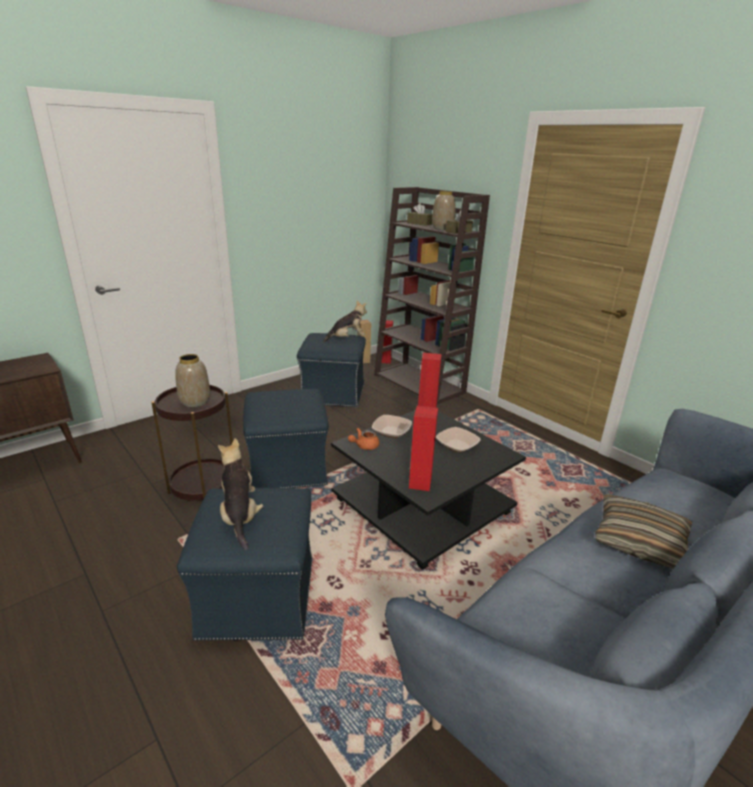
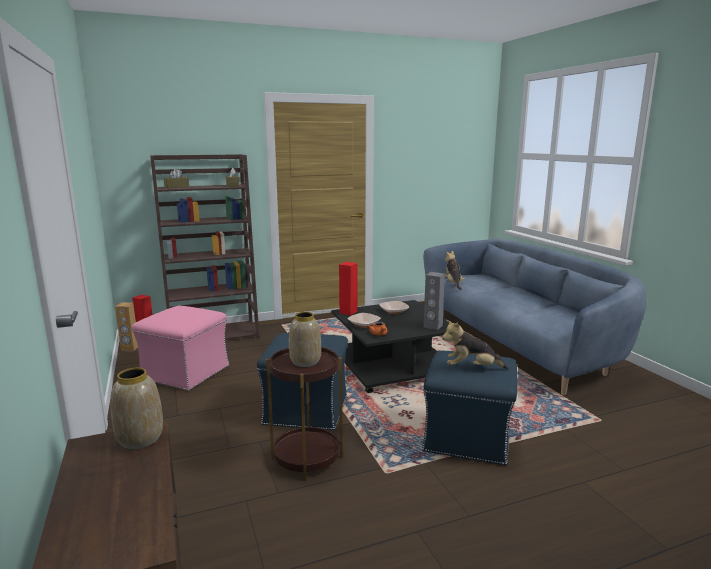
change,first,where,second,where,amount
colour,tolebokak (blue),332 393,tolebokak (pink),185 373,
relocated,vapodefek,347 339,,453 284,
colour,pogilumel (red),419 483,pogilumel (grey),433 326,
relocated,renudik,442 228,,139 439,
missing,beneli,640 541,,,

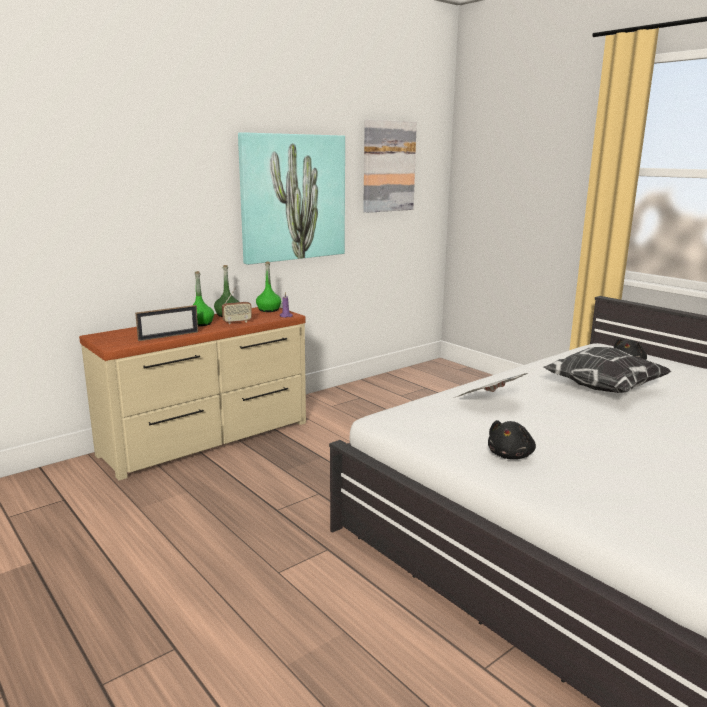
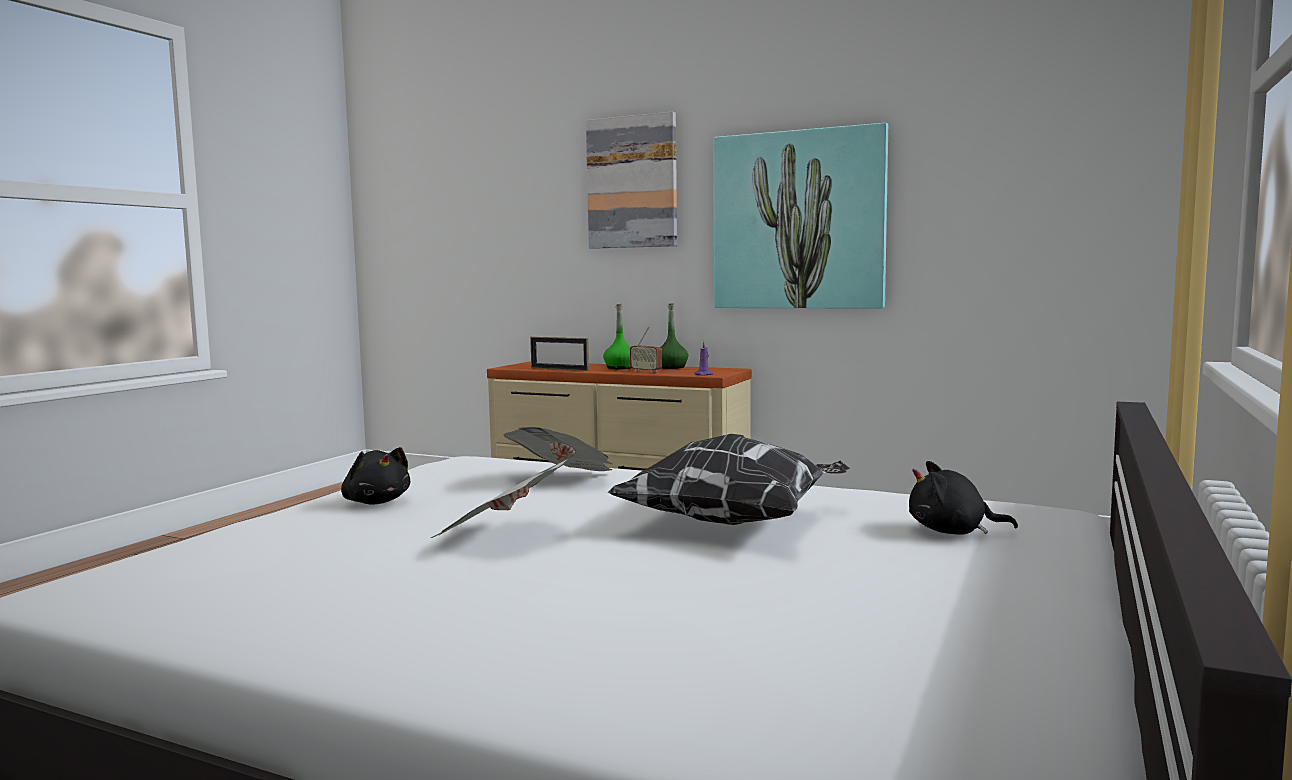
change,first,where,second,where,amount
missing,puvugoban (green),269 310,,,
relocated,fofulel,388 166,,632 182,
spun,vapodefek (black),510 455,,376 502,135 degrees counterclockwise
appeared,,,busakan,500 536,

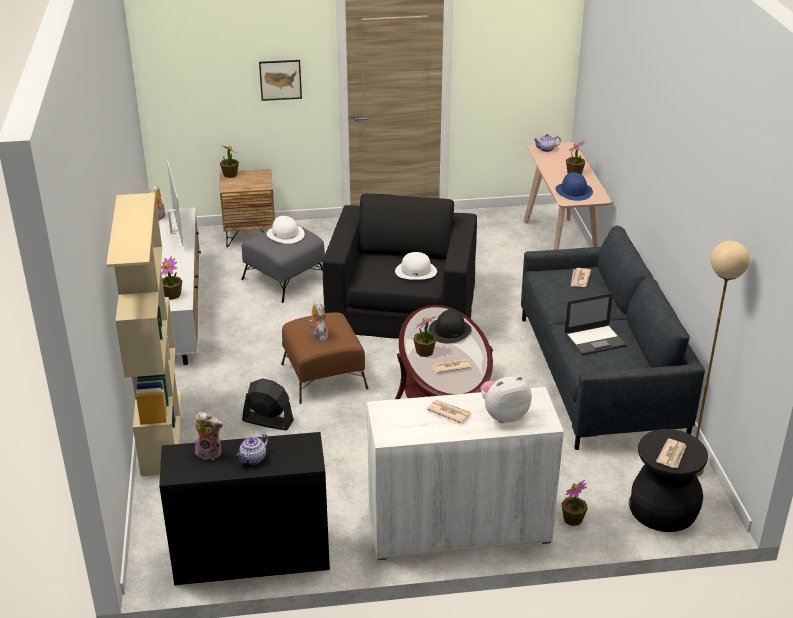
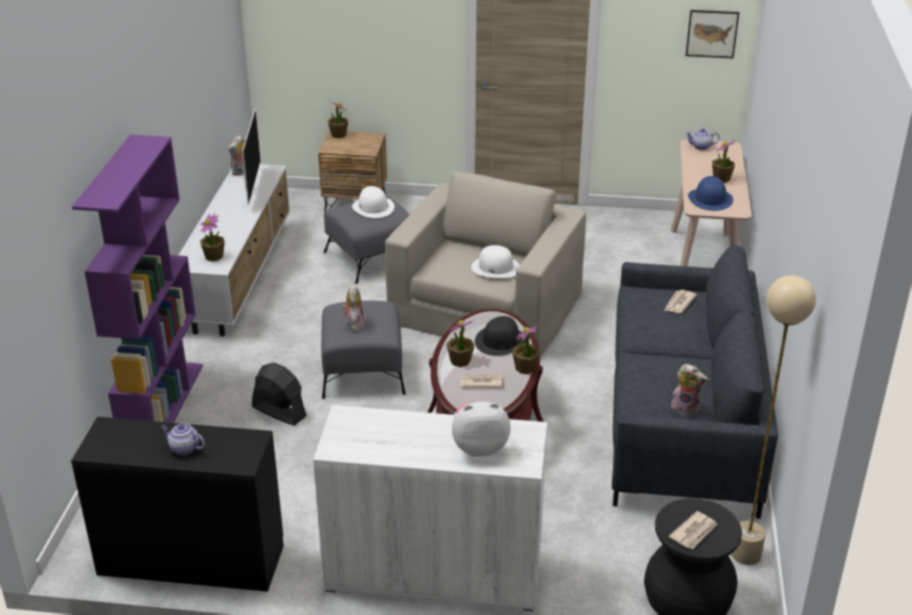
change,first,where,second,where,amount
colour,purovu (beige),161 432,purovu (purple),162 404,
relocated,vapodefek,210 452,,686 408,
spun,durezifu,253 459,,183 448,60 degrees clockwise
relocated,fofulel,280 80,,712 33,
colour,tolebokak (brown),323 376,tolebokak (grey),362 372,
colour,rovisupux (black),402 305,rovisupux (beige),486 306,
missing,busakan,449 412,,,
relocated,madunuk,573 519,,525 368,
missing,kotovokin,595 340,,,

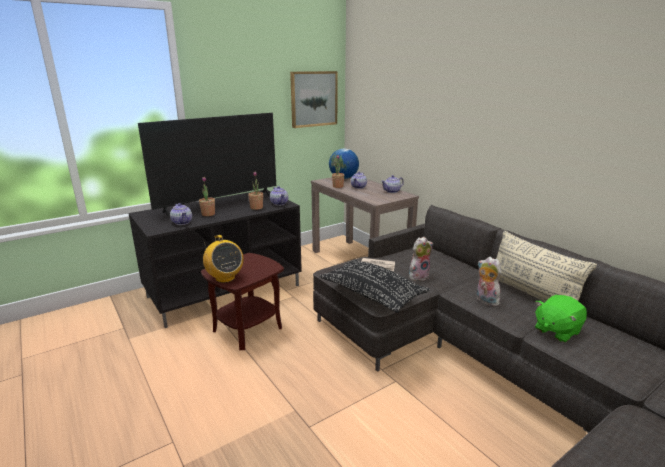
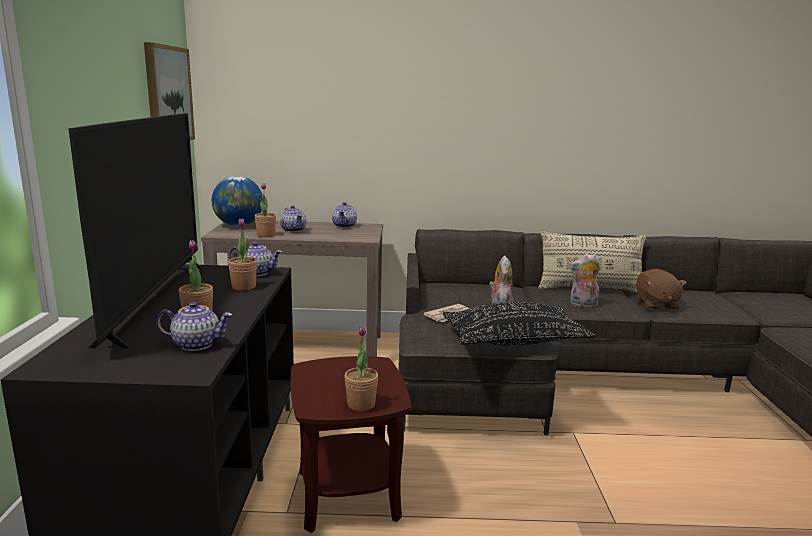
change,first,where,second,where,amount
exchanged,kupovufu,225 278,madunuk,361 404,
colour,vapodefek (green),556 330,vapodefek (brown),655 305,

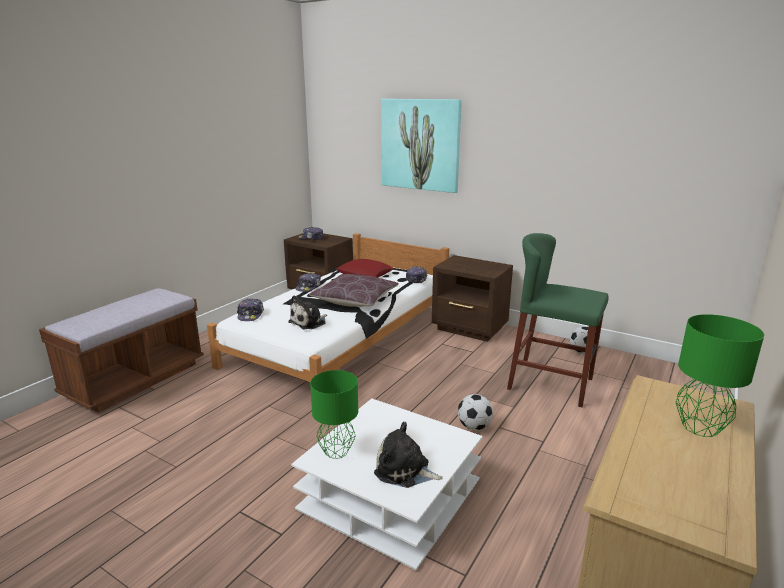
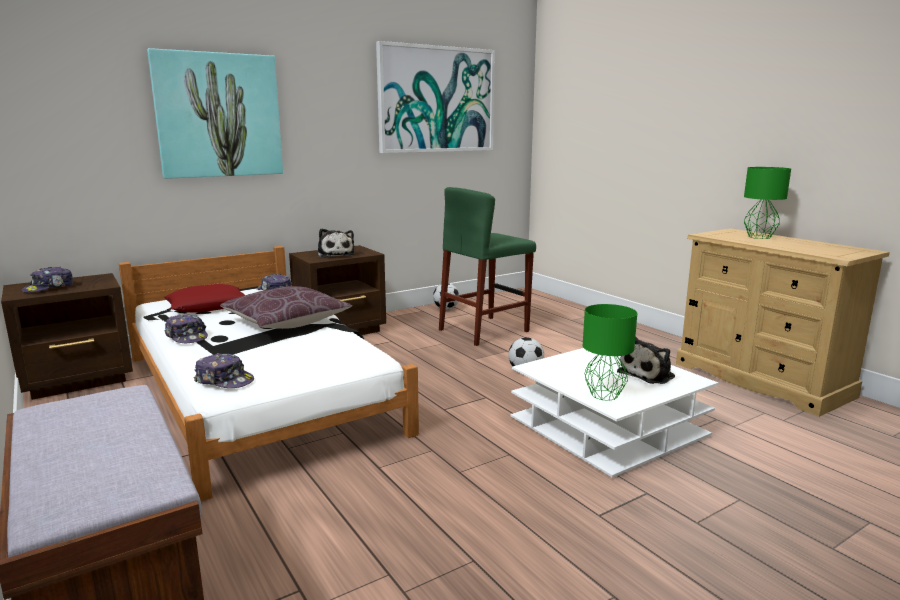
change,first,where,second,where,amount
relocated,vapodefek,309 322,,335 254,
appeared,,,fofulel,437 100,

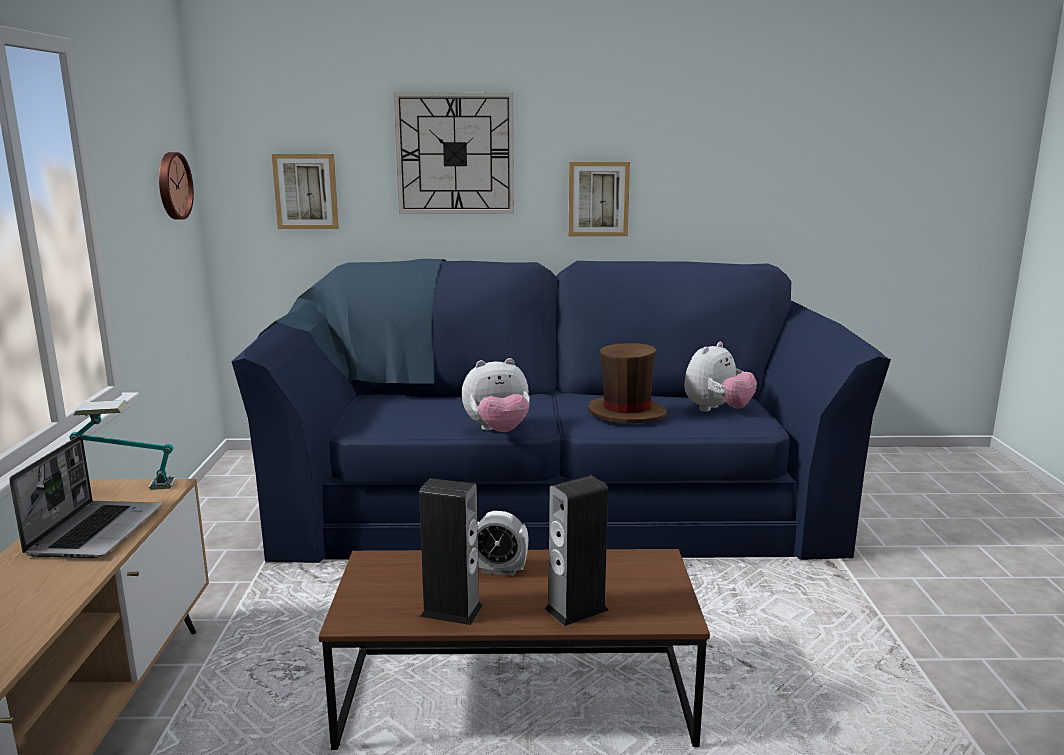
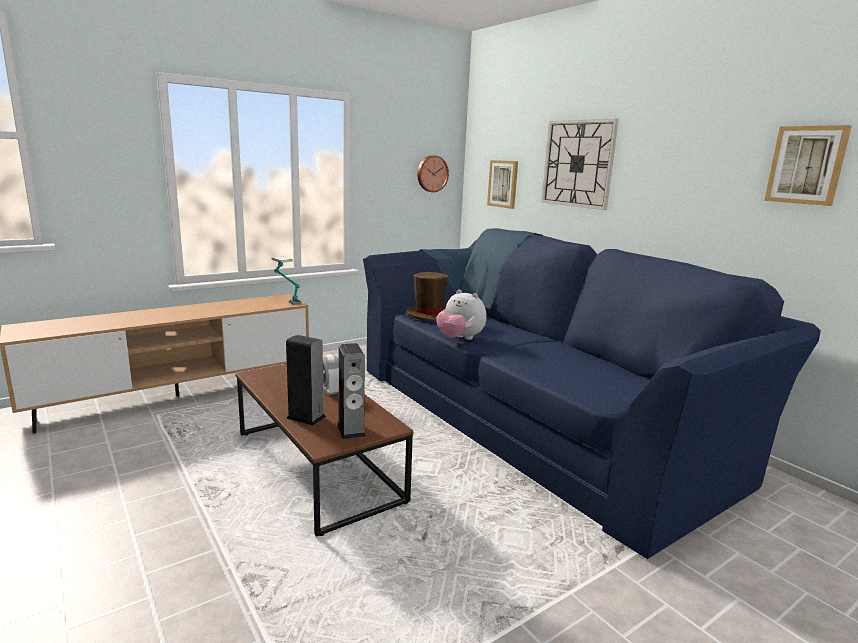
change,first,where,second,where,amount
missing,kotovokin,96 531,,,
relocated,pogilumel,451 611,,351 430,
relocated,fofulel,598 199,,806 165,
relocated,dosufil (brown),626 413,,430 315,
missing,vapodefek,717 410,,,

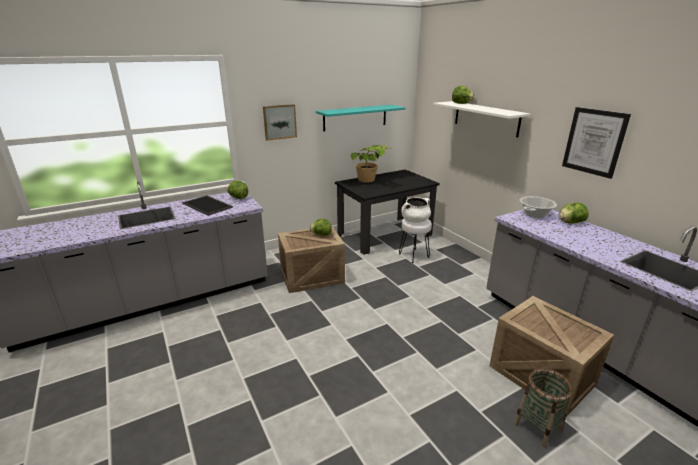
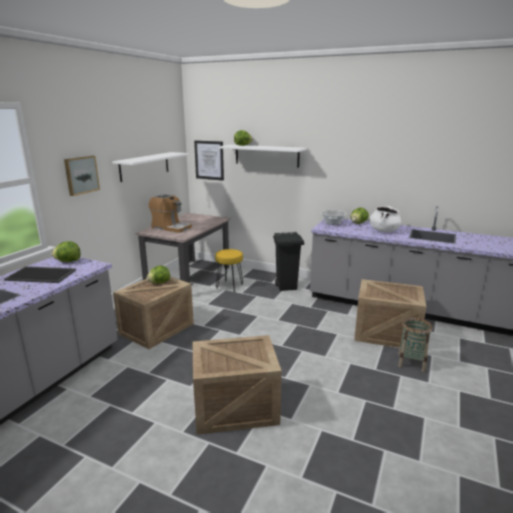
change,first,where,second,where,amount
colour,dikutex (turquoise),355 117,dikutex (white),144 166,
colour,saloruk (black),384 235,saloruk (beige),188 277,
exchanged,madunuk,369 182,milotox,170 227,
colour,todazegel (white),413 255,todazegel (yellow),230 286,
relocated,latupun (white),415 220,,384 230,
relocated,fofulel,594 142,,209 160,
appeared,,,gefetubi,234 408,
appeared,,,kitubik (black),287 287,

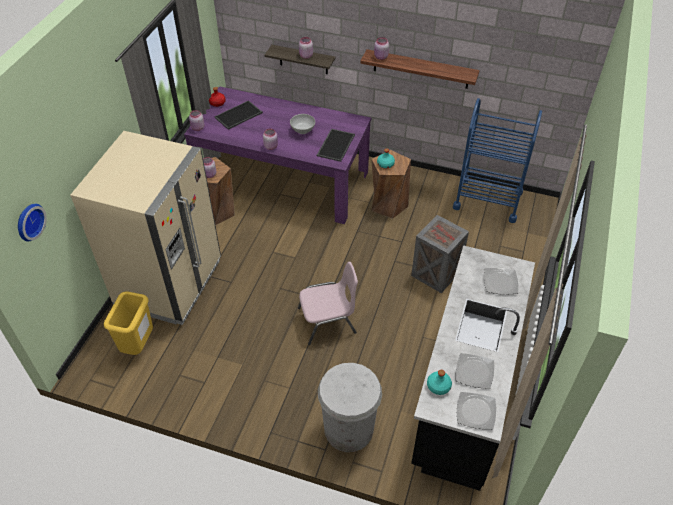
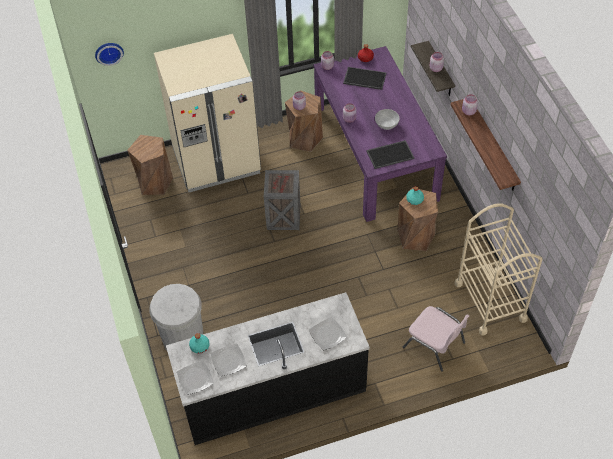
change,first,where,second,where,amount
exchanged,kitubik (yellow),139 345,todazegel (brown),154 182,
relocated,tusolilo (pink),328 321,,435 345,
relocated,gefetubi,435 272,,284 216,
colour,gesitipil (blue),487 200,gesitipil (beige),490 301,

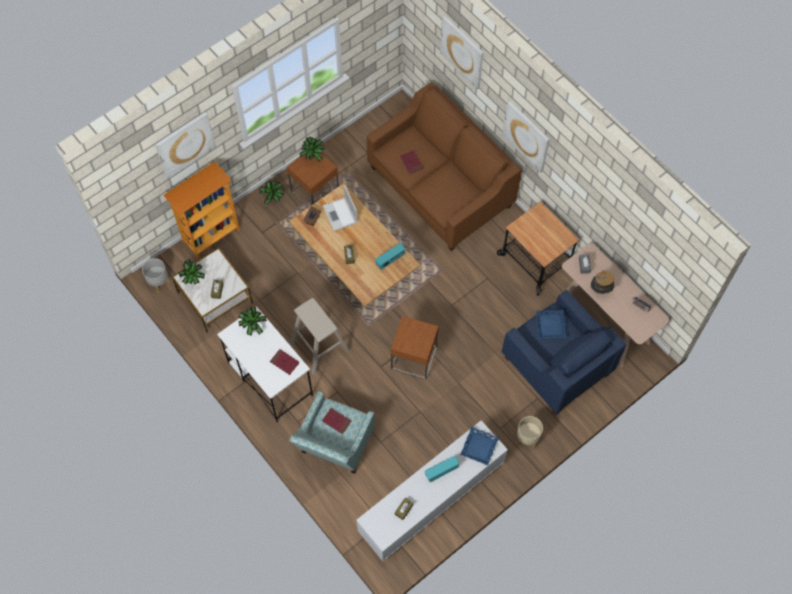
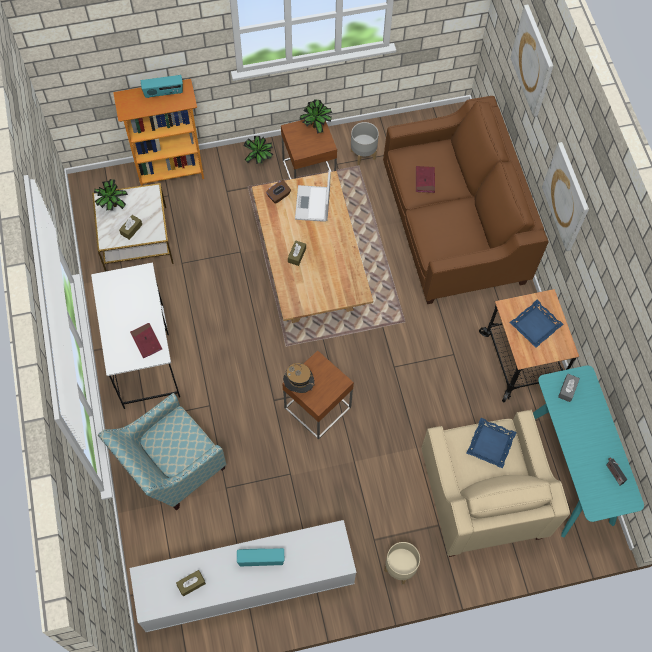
change,first,where,second,where,amount
relocated,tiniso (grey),159 282,,363 154,
missing,fofulel,185 144,,,
missing,madunuk,253 327,,,
missing,todazegel (beige),320 347,,,
missing,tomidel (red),336 421,,,
relocated,kupovufu,390 260,,163 93,
relocated,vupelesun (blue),479 447,,535 326,
colour,rovisupux (blue),556 366,rovisupux (beige),481 497,
colour,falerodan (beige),603 322,falerodan (turquoise),568 471,
relocated,dosufil,600 289,,299 386,

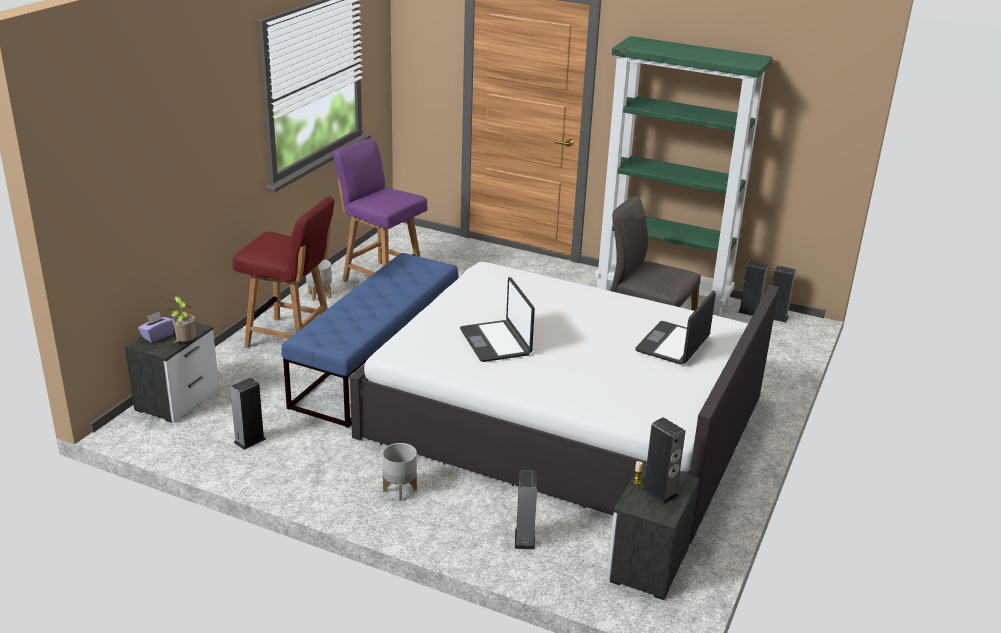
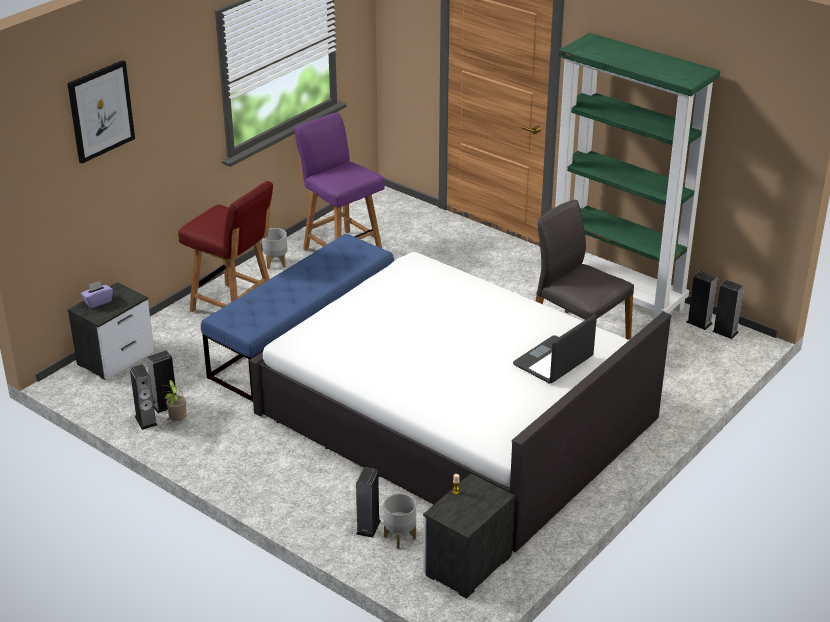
change,first,where,second,where,amount
relocated,madunuk,185 343,,177 421,
relocated,tiniso (grey),399 490,,399 537,
missing,kotovokin,496 342,,,
relocated,pogilumel,659 492,,146 420,
appeared,,,fofulel,100 111,

